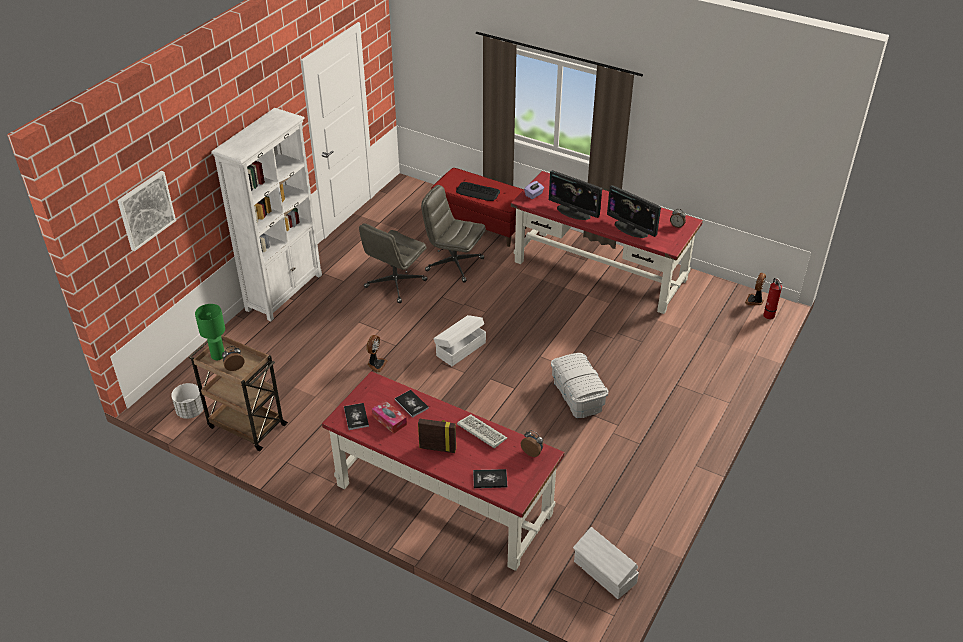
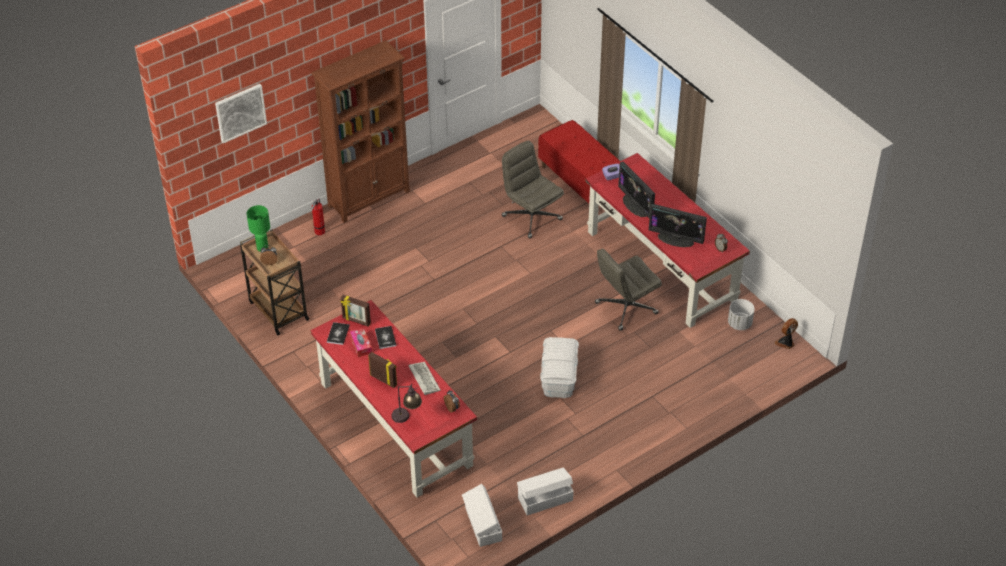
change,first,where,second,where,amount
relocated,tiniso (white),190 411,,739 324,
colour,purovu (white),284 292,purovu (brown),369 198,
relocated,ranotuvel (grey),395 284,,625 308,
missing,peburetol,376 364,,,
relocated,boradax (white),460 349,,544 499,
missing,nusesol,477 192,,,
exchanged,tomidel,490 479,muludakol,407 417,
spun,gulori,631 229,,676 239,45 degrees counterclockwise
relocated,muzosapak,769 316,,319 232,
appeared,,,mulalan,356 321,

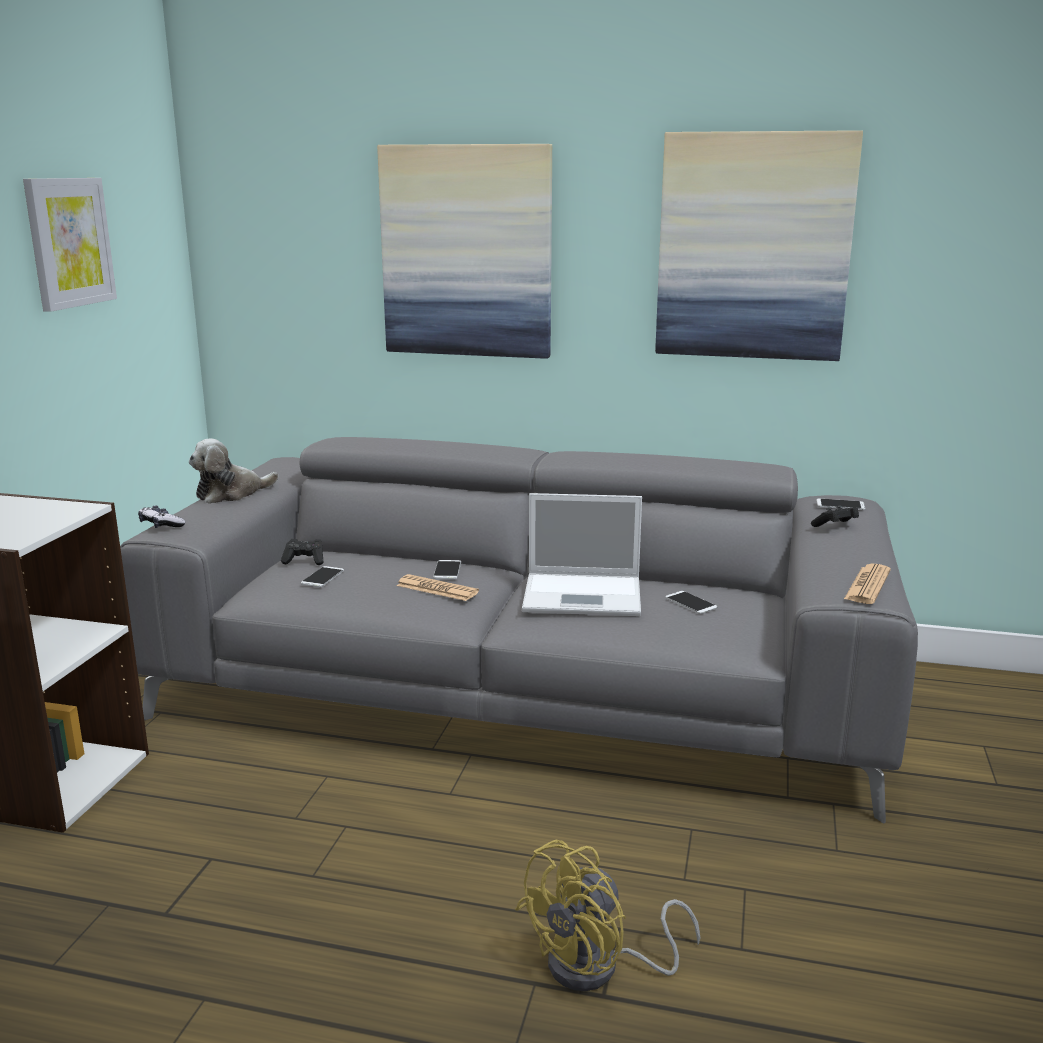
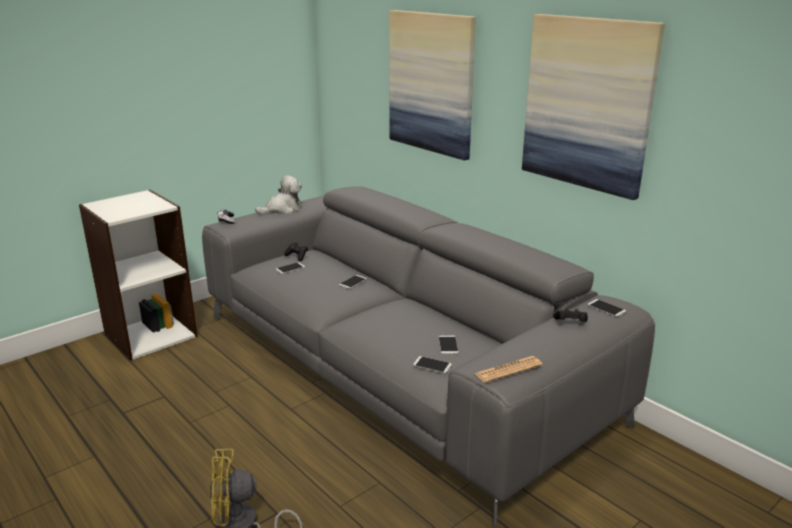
change,first,where,second,where,amount
missing,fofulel,69 242,,,
spun,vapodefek,231 494,,282 209,150 degrees clockwise
missing,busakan,437 589,,,
missing,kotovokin,585 595,,,
appeared,,,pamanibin,432 365,

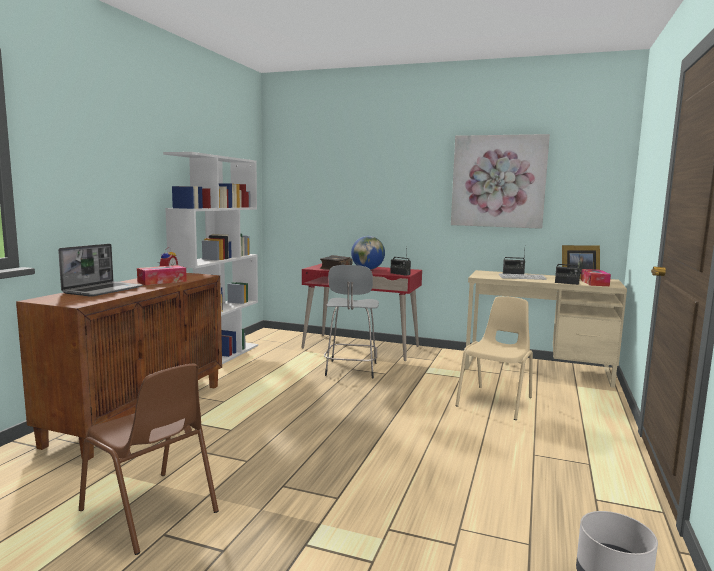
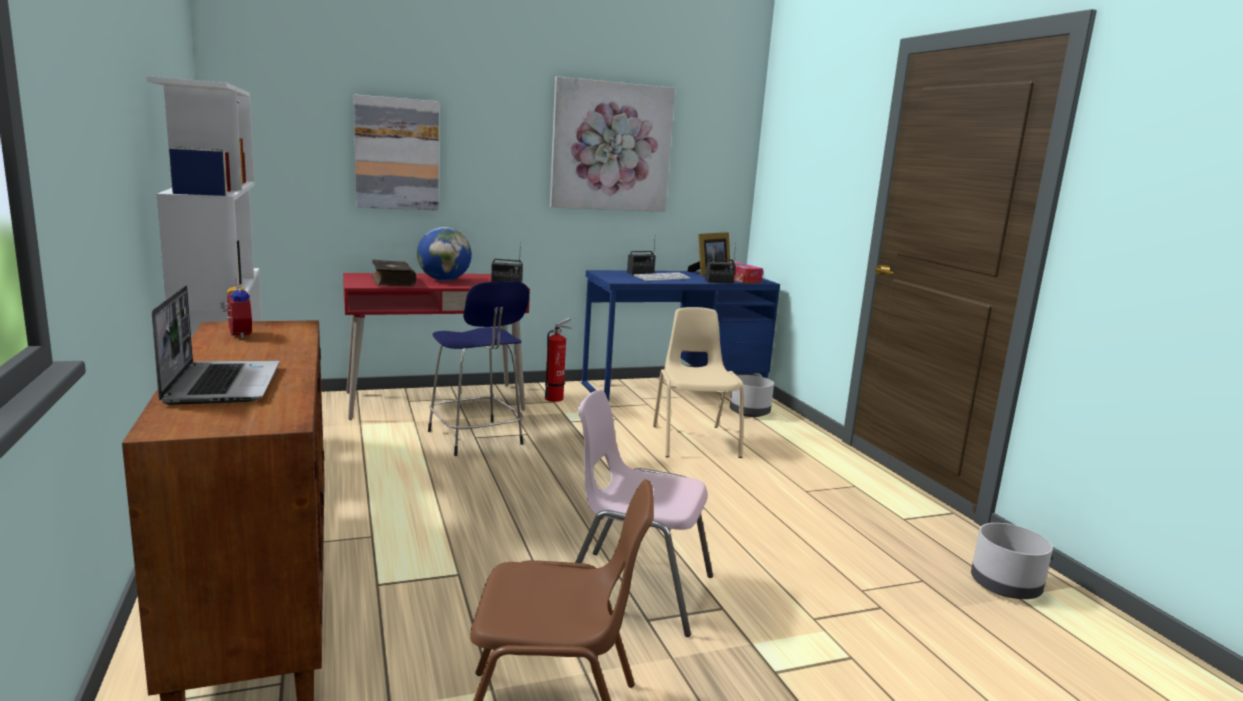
change,first,where,second,where,amount
missing,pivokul,162 281,,,
colour,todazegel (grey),351 370,todazegel (blue),476 439,
colour,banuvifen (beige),537 369,banuvifen (blue),673 390,
appeared,,,fofulel,397 154,
appeared,,,muzosapak,556 398,
appeared,,,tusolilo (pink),635 589,
appeared,,,tiniso (grey),749 412,

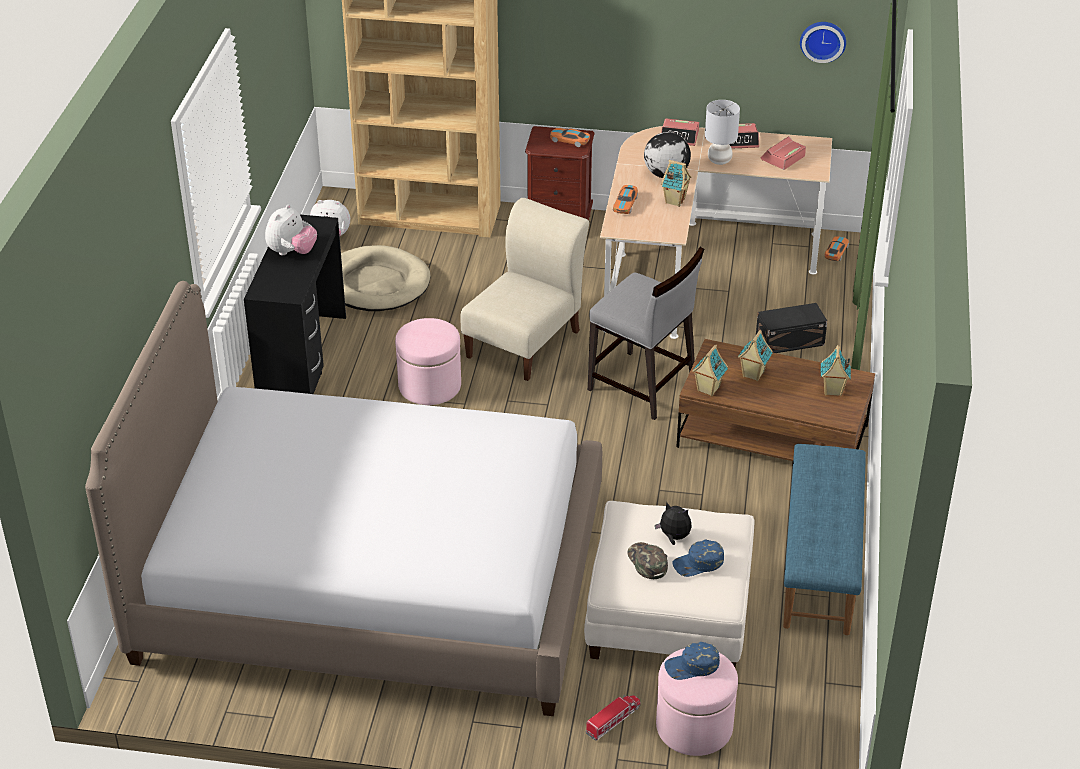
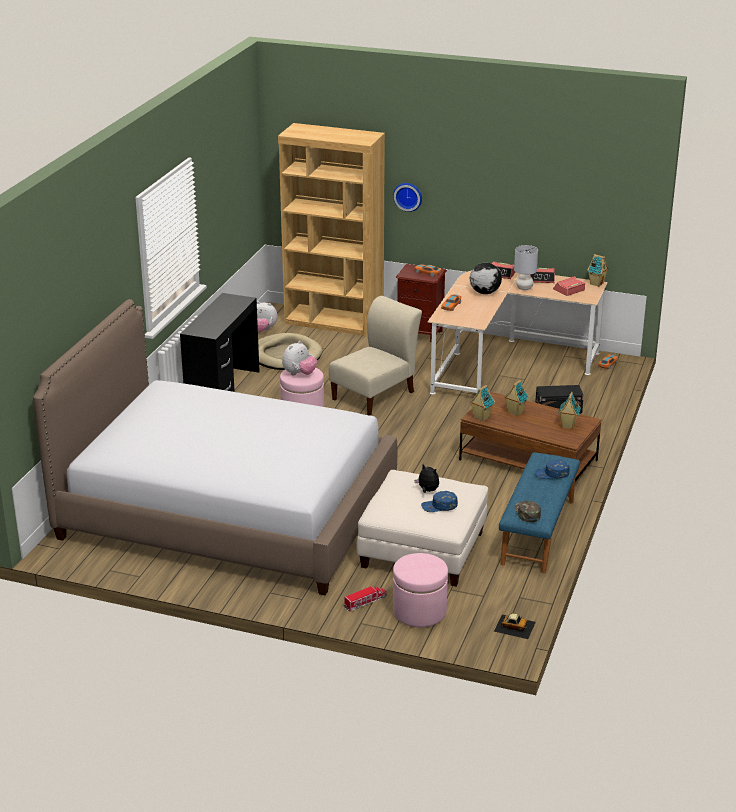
change,first,where,second,where,amount
relocated,vapodefek,292 252,,299 374,
missing,tusolilo (grey),642 386,,,
relocated,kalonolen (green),647 562,,527 513,
relocated,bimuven,674 201,,596 283,
relocated,kalonolen (blue),692 666,,551 473,
relocated,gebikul,823 40,,408 196,
appeared,,,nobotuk,514 626,

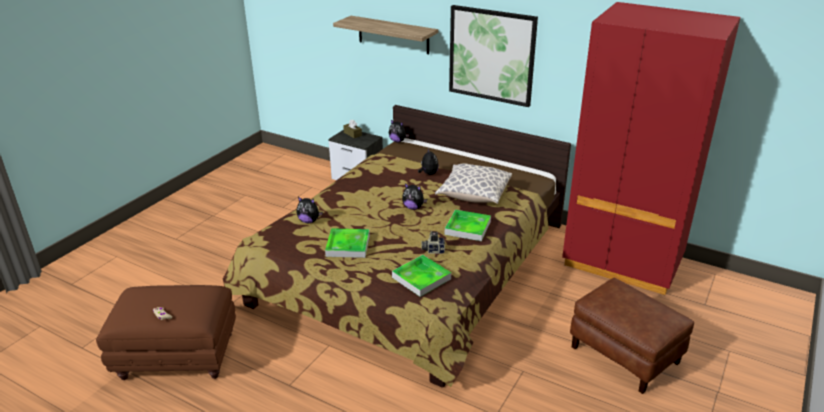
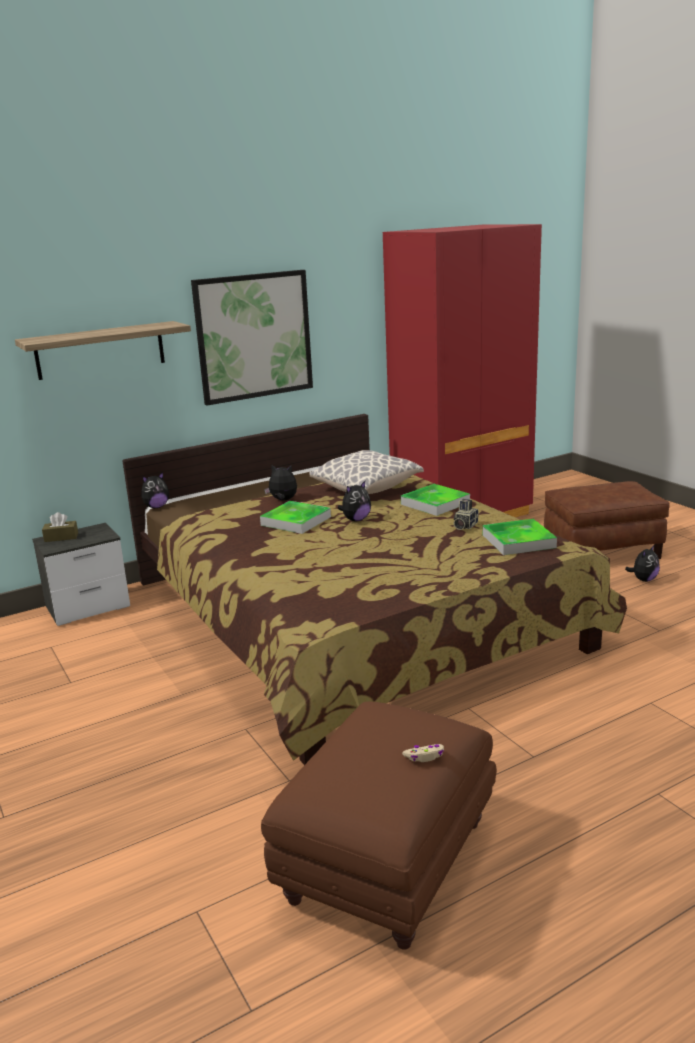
change,first,where,second,where,amount
relocated,vapodefek,309 221,,643 580,
relocated,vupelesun,348 245,,296 521,

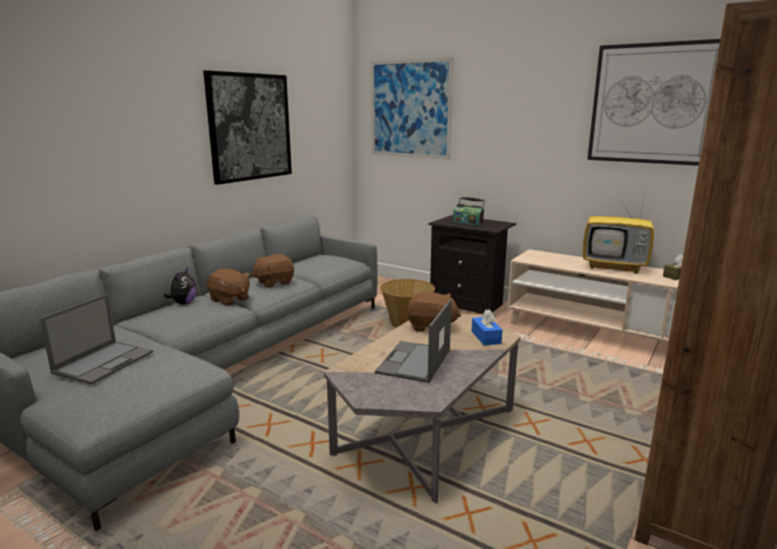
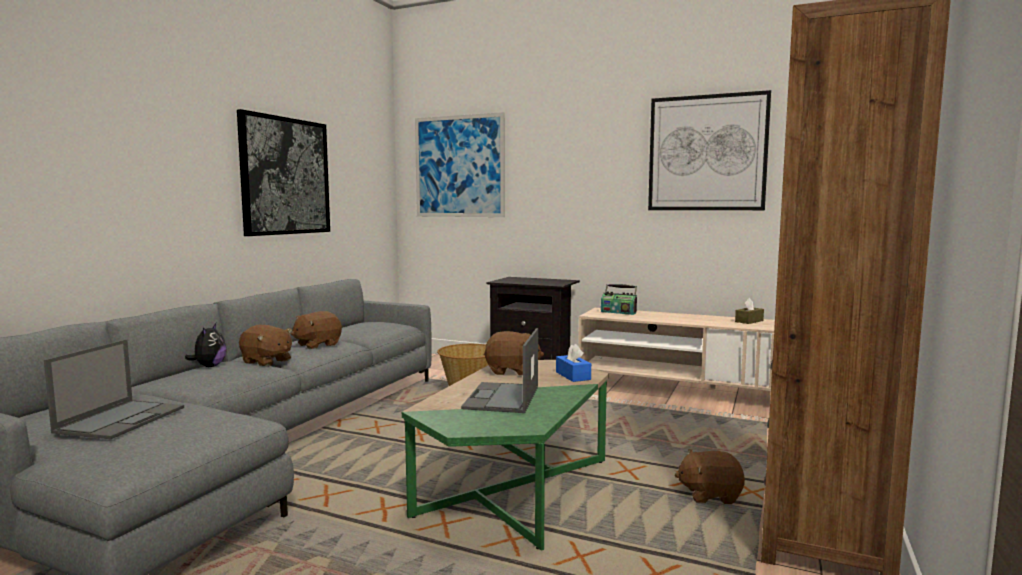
change,first,where,second,where,amount
colour,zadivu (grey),426 432,zadivu (green),514 488,
relocated,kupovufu,468 222,,618 312,
missing,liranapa,615 267,,,
appeared,,,vapodefek (brown),709 495,

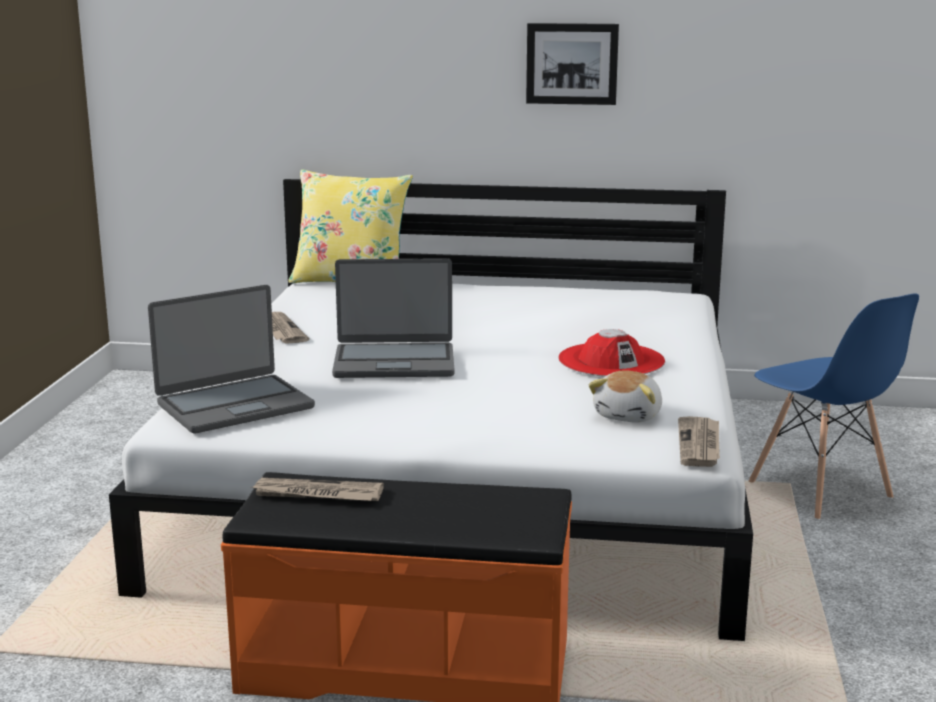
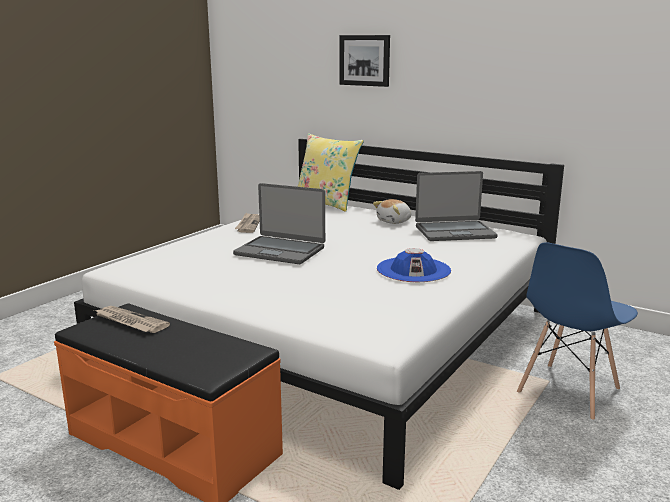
change,first,where,second,where,amount
relocated,kotovokin,234 405,,454 232,
relocated,fofulel,572 63,,365 60,
colour,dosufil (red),611 360,dosufil (blue),413 270,
relocated,vapodefek,629 415,,394 221,
missing,busakan,700 445,,,
spun,tusolilo (blue),820 491,,567 391,45 degrees clockwise

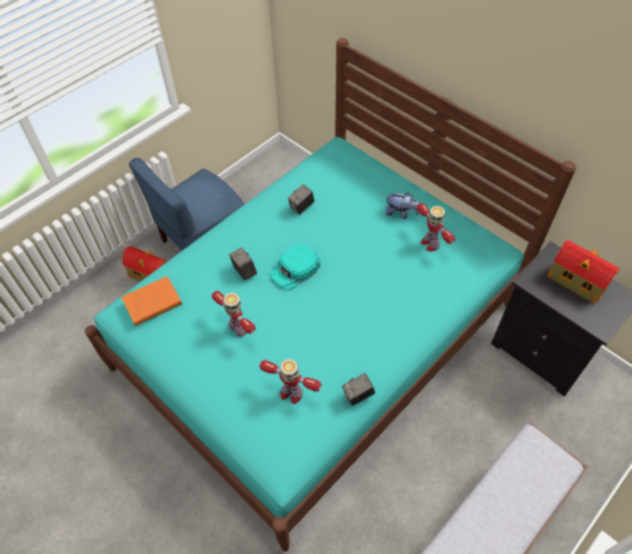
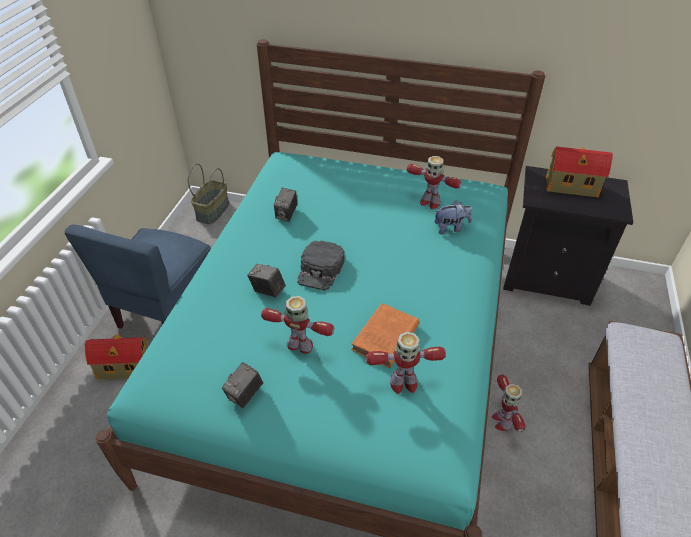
change,first,where,second,where,amount
relocated,tomidel (orange),151 303,,384 339,
colour,kalonolen (turquoise),295 270,kalonolen (black),321 269,
relocated,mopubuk,358 395,,245 395,
relocated,vapodefek,400 213,,451 228,
appeared,,,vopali,212 211,
appeared,,,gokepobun,502 420,

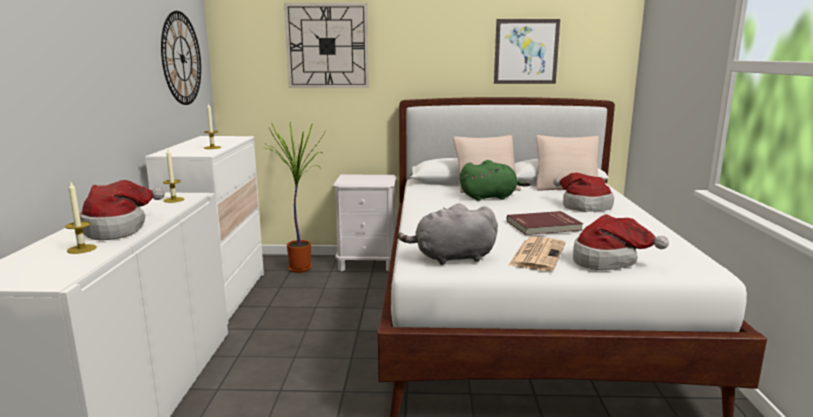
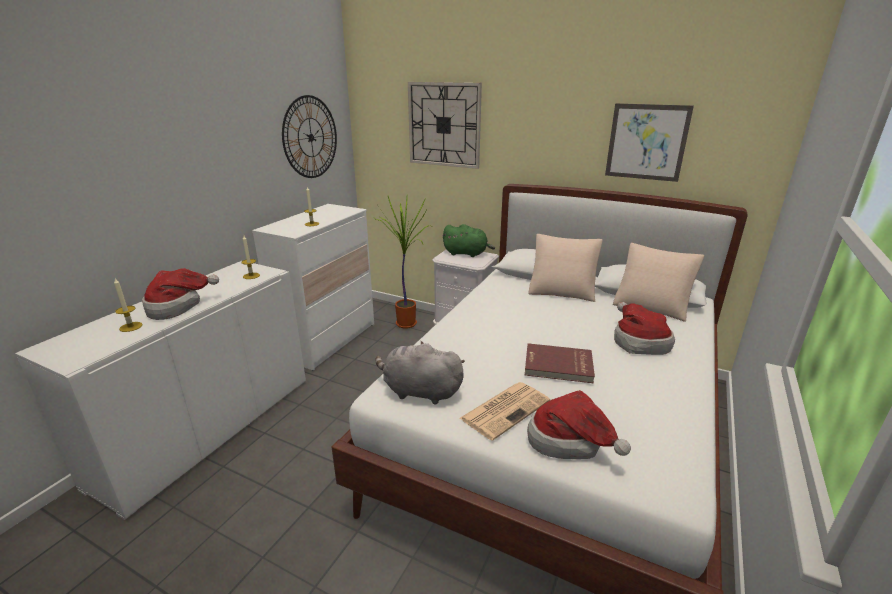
change,first,where,second,where,amount
relocated,vapodefek (green),490 197,,467 253,

